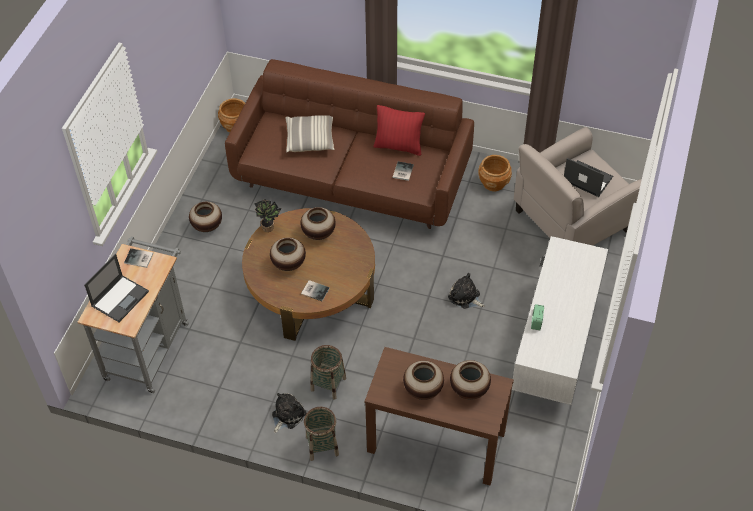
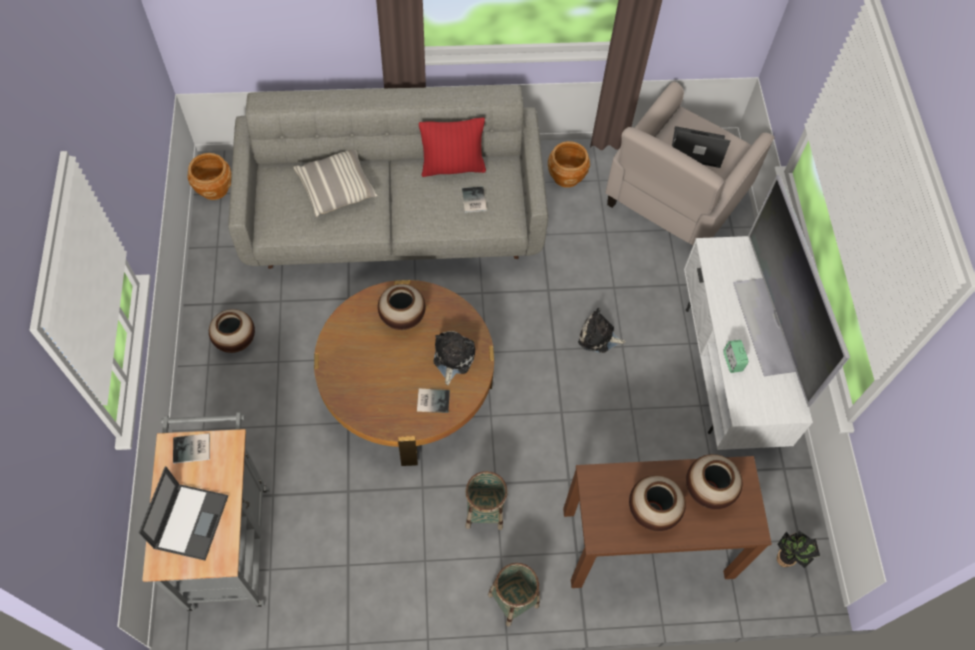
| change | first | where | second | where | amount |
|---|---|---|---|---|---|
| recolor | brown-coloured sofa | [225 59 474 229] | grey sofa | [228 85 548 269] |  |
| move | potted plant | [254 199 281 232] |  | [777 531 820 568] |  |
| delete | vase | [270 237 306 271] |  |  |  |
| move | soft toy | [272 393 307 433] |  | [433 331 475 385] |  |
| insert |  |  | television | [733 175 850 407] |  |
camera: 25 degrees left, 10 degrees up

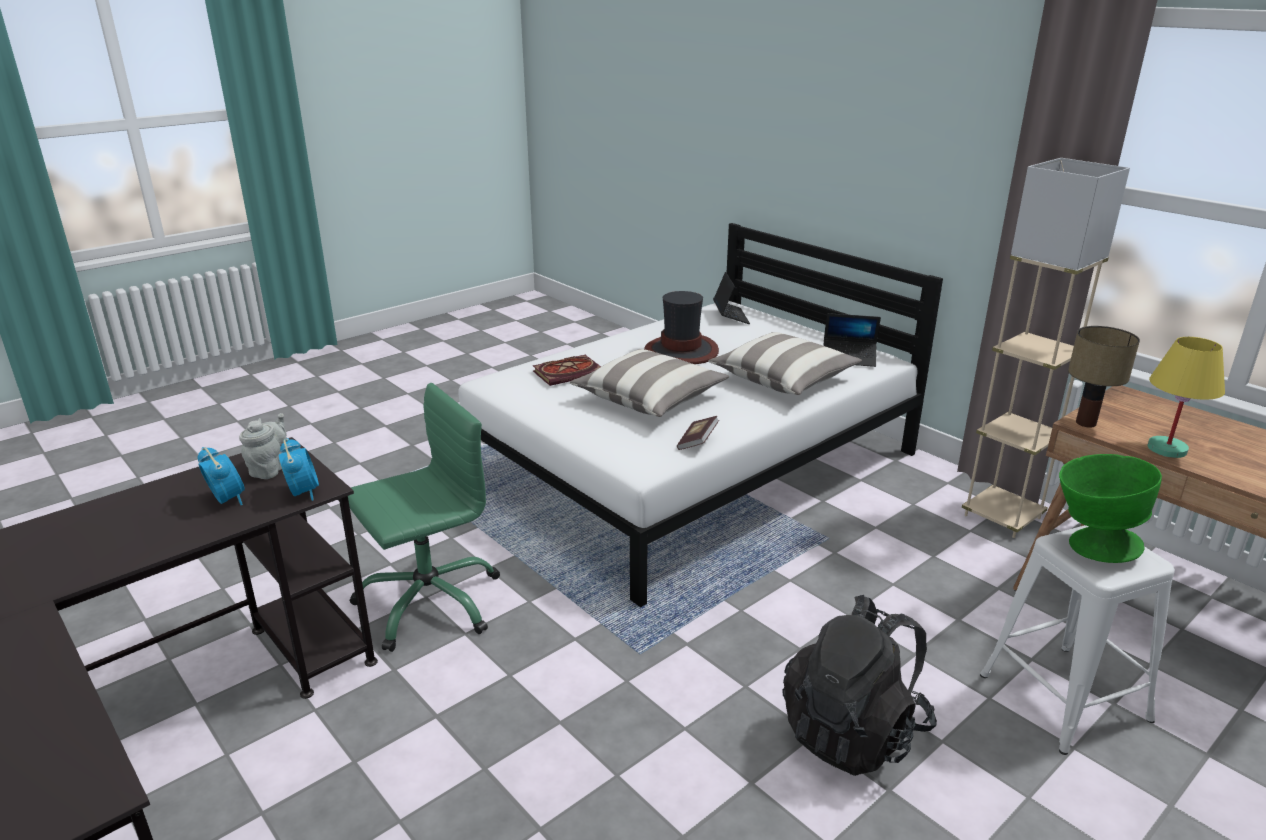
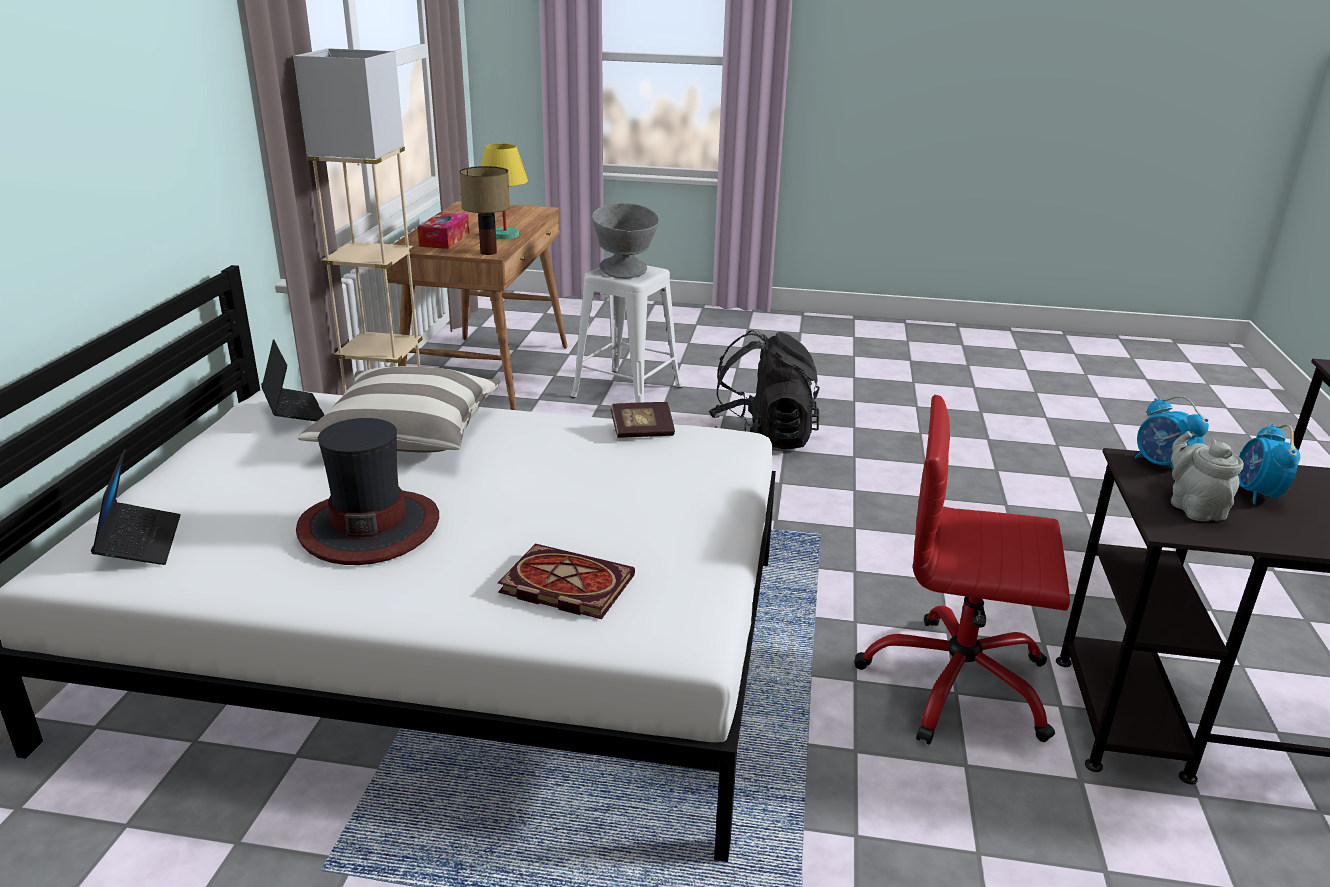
| change | first | where | second | where | amount |
|---|---|---|---|---|---|
| rotate | grey tea pot | [239 413 287 479] |  | [1171 431 1244 521] | 105 degrees clockwise |
| rotate | table clock | [279 438 319 501] |  | [1134 396 1209 471] | 60 degrees counterclockwise |
| recolor | green computer chair | [348 383 500 652] | reddish computer chair | [854 395 1070 745] |  |
| delete | cushion | [570 349 729 417] |  |  |  |
| rotate | notebook computer | [713 272 750 324] |  | [91 449 181 565] | 120 degrees clockwise |
| recolor | green bowl | [1059 454 1162 563] | grey bowl | [592 203 659 279] |  |
| insert |  |  | box of tissues | [417 212 469 249] |  |
camera: 130 degrees left, 0 degrees up

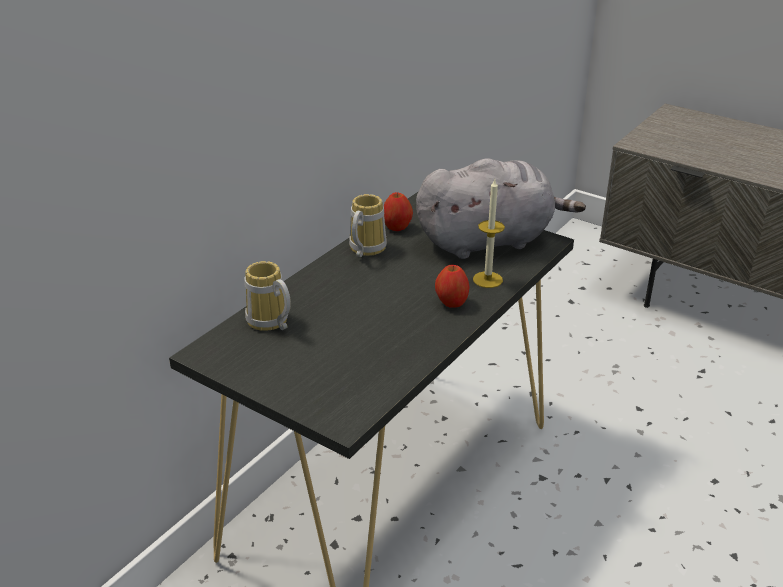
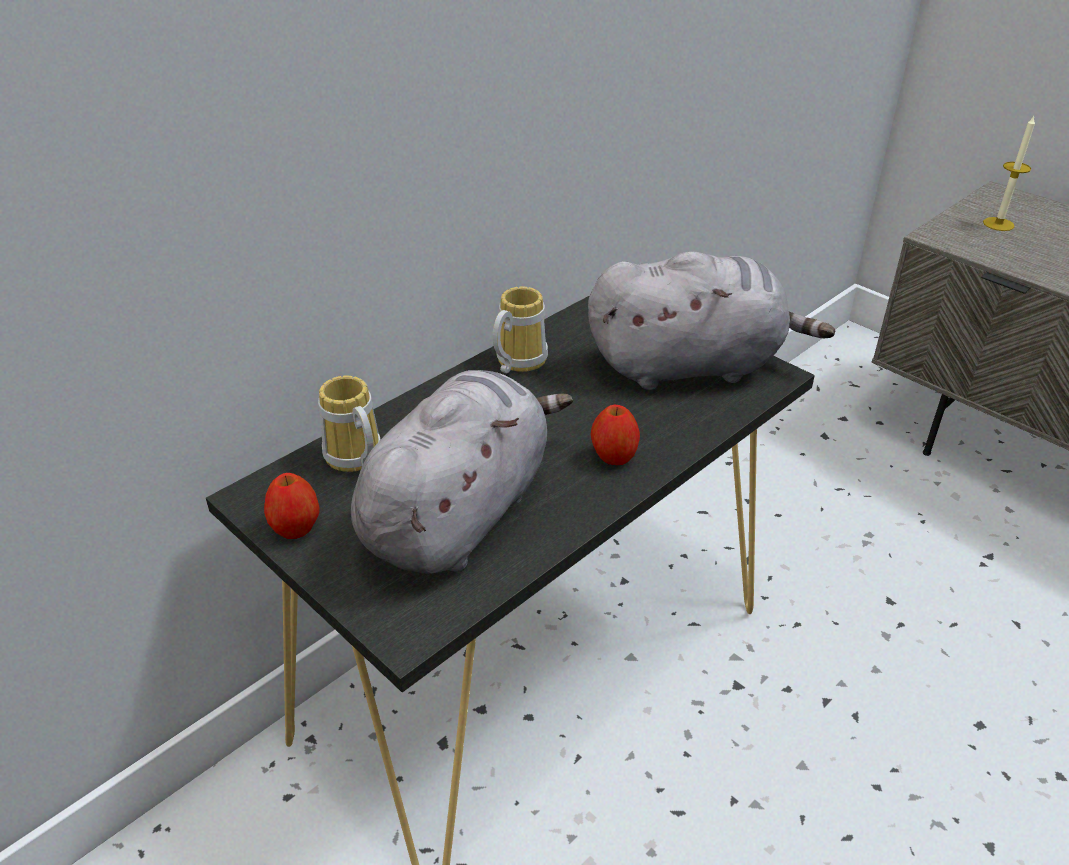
| change | first | where | second | where | amount |
|---|---|---|---|---|---|
| move | apple fruit | [384 192 413 231] |  | [264 473 319 539] |  |
| move | candle | [473 180 505 288] |  | [983 116 1035 231] |  |
| insert |  |  | grey soft toy | [351 370 573 574] |  |
camera: 10 degrees right, 5 degrees up

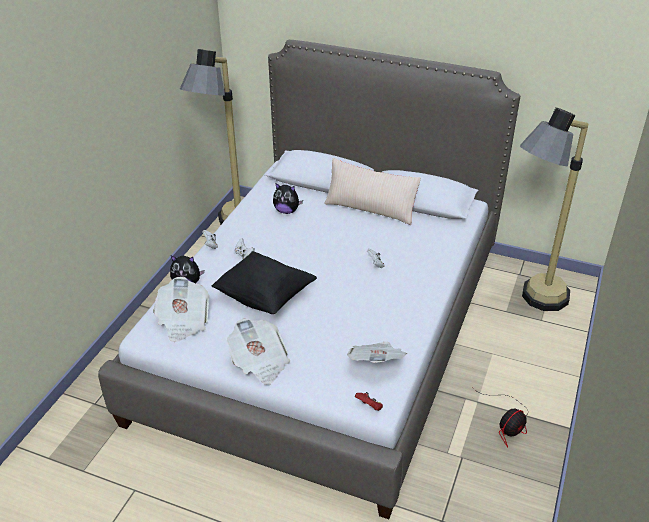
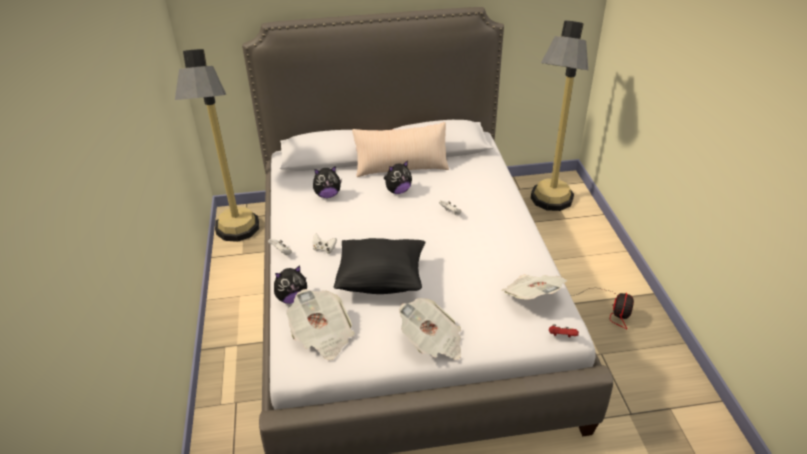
| change | first | where | second | where | amount |
|---|---|---|---|---|---|
| insert |  |  | soft toy | [384 160 412 194] |  |
camera: 30 degrees left, 0 degrees up

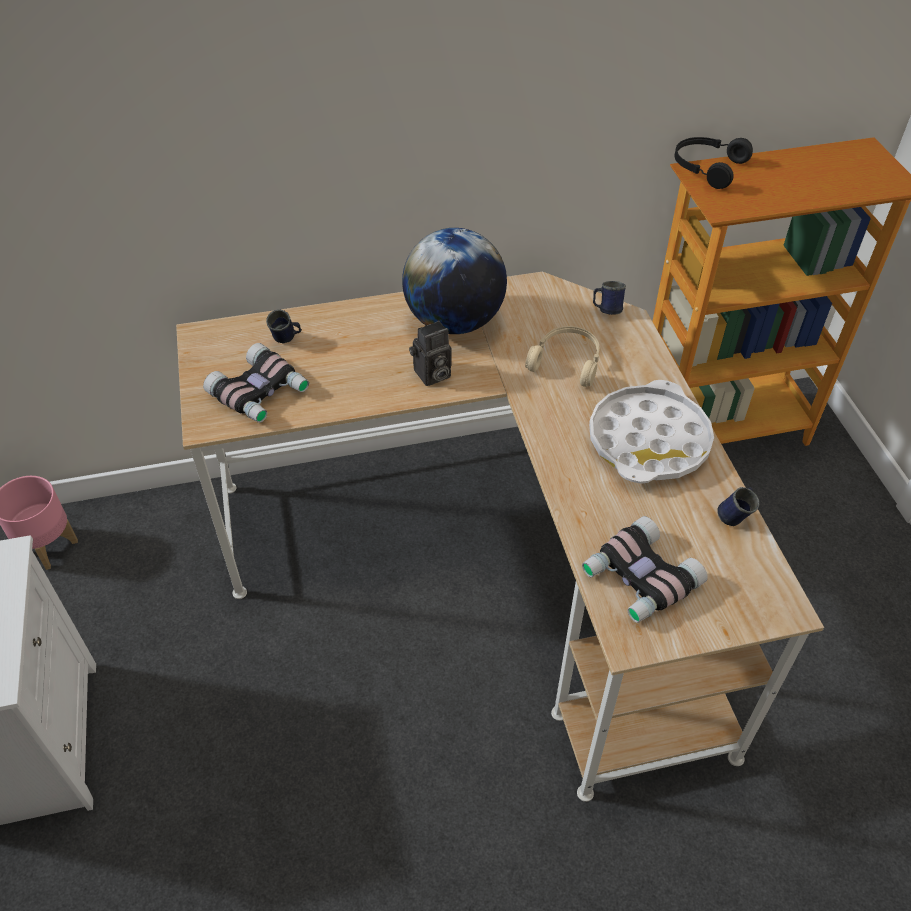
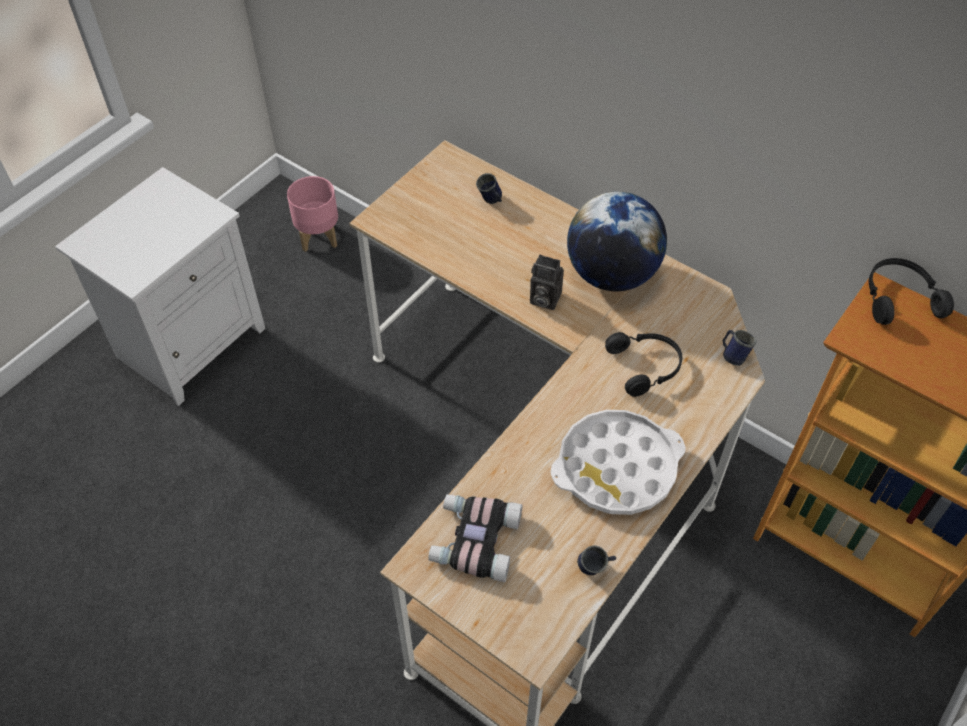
| change | first | where | second | where | amount |
|---|---|---|---|---|---|
| delete | field glasses | [203 343 309 423] |  |  |  |
| recolor | beige-coloured headset | [525 326 599 387] | blackish headset | [605 332 682 397] |  |
camera: 50 degrees right, 5 degrees up

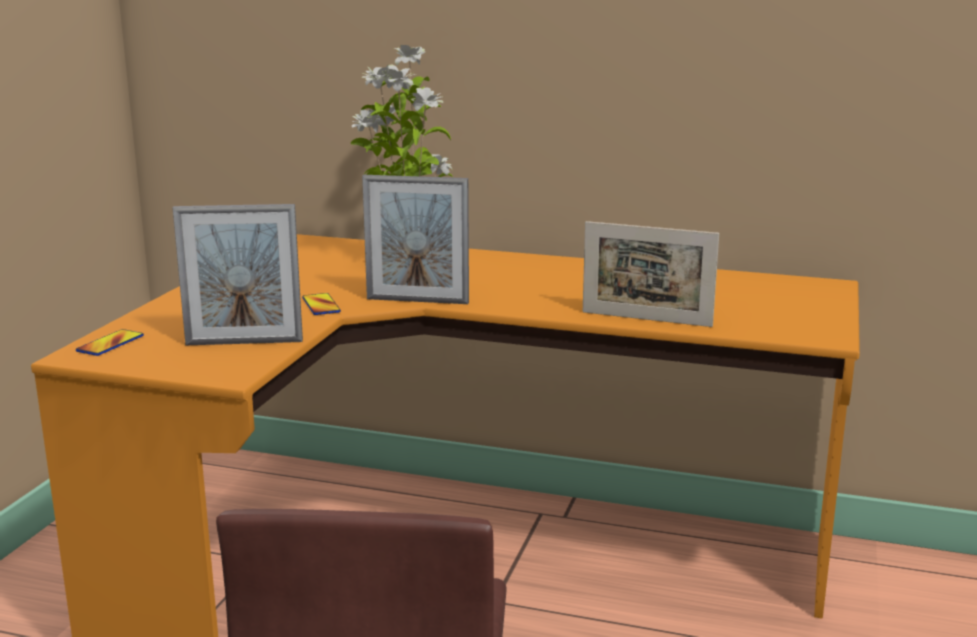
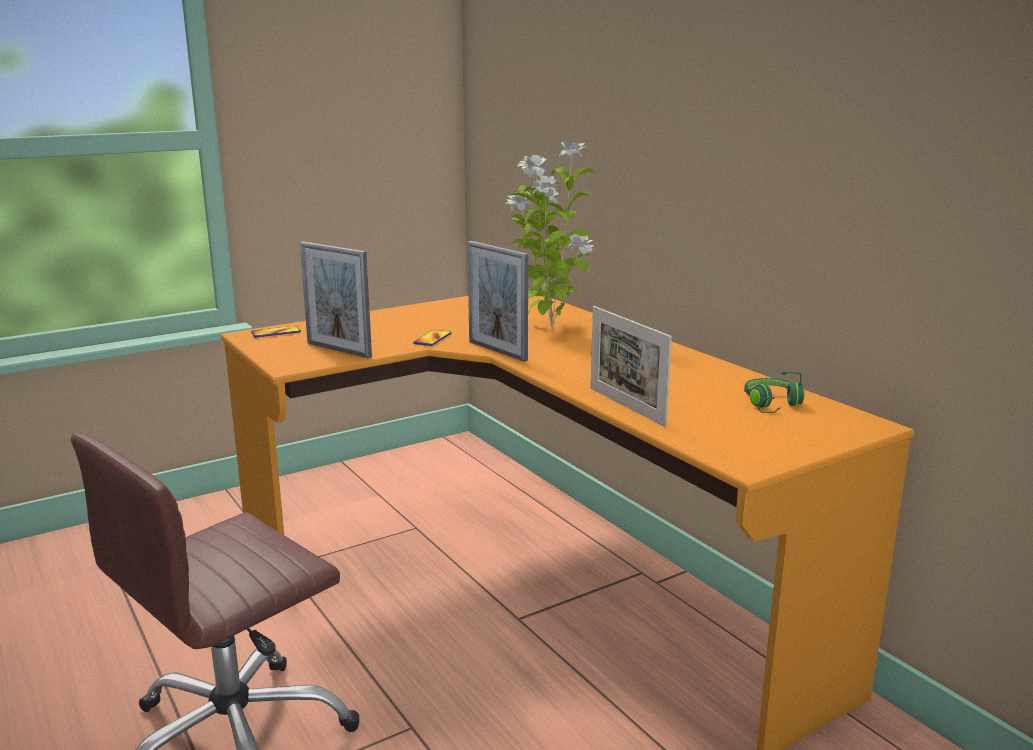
| change | first | where | second | where | amount |
|---|---|---|---|---|---|
| insert |  |  | green headset | [744 371 805 413] |  |
camera: 40 degrees right, 0 degrees up

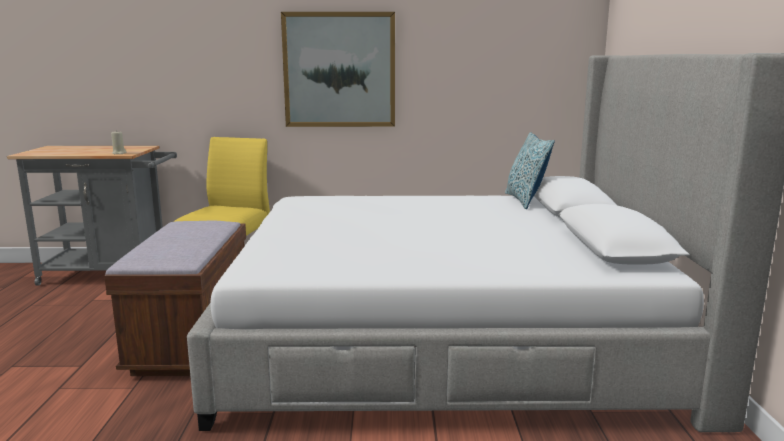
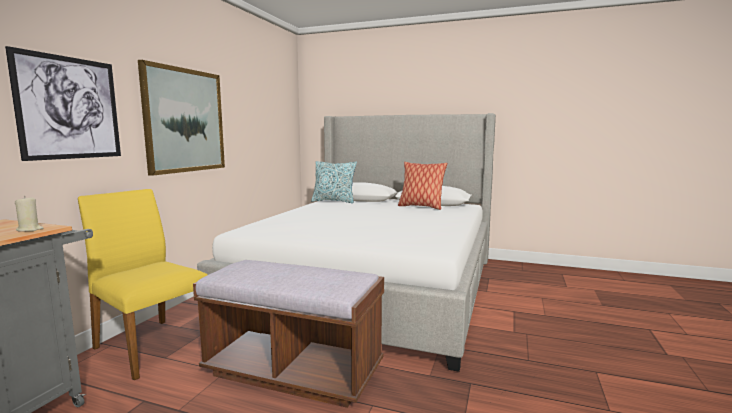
| change | first | where | second | where | amount |
|---|---|---|---|---|---|
| insert |  |  | wall art | [5 46 121 161] |  |
| insert |  |  | cushion | [398 162 447 210] |  |
camera: 70 degrees left, 5 degrees down

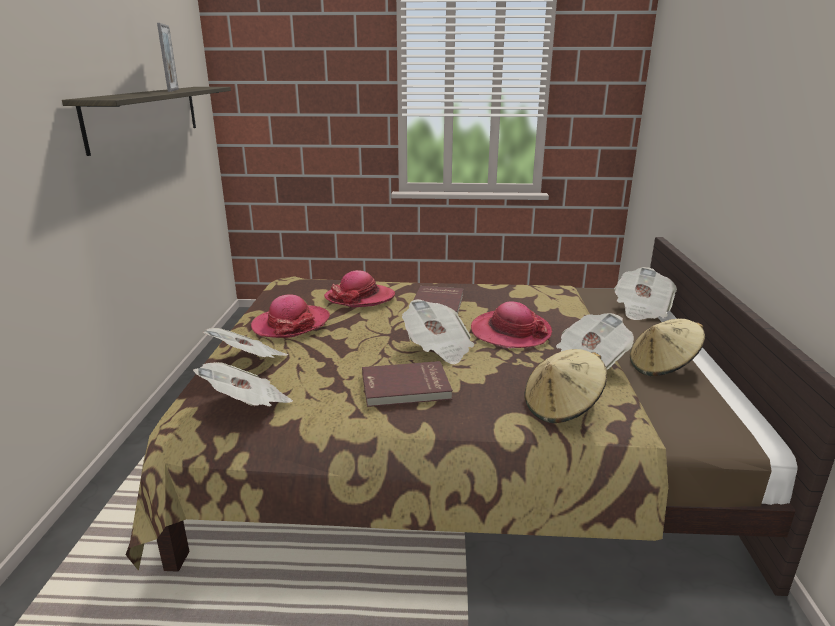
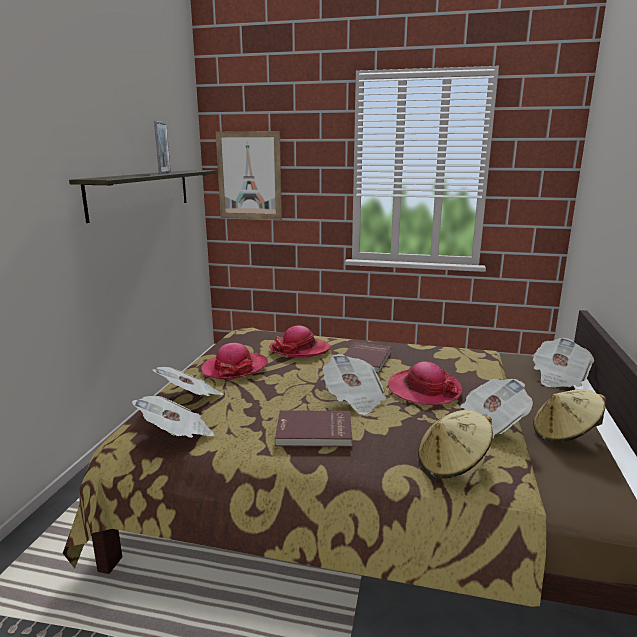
| change | first | where | second | where | amount |
|---|---|---|---|---|---|
| insert |  |  | wall art | [216 131 282 220] |  |
camera: 10 degrees right, 5 degrees down

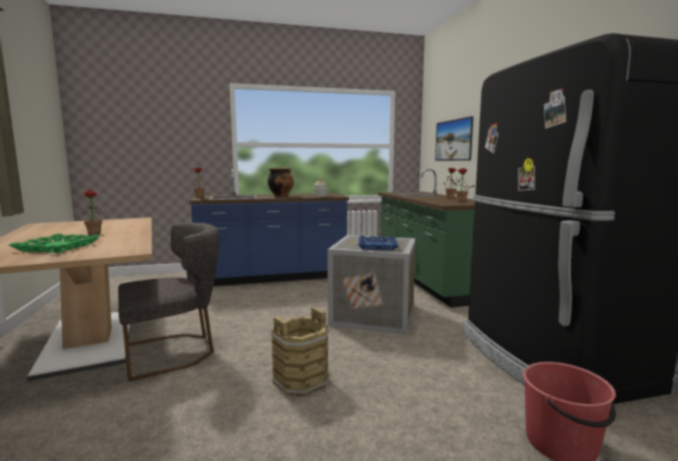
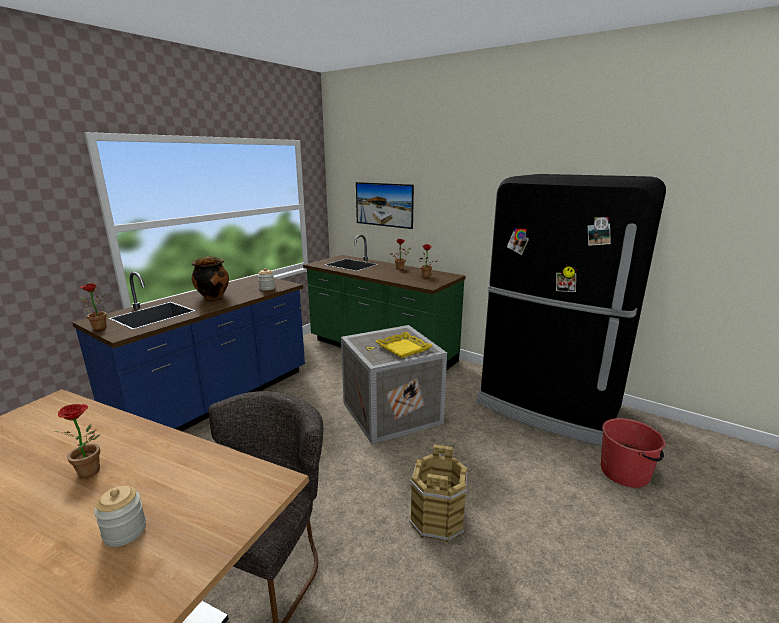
| change | first | where | second | where | amount |
|---|---|---|---|---|---|
| replace | green tray | [9 234 100 253] | storage jar | [94 486 146 547] |  |
| recolor | blue-coloured tray | [358 236 399 250] | yellowish tray | [375 332 433 358] |  |
camera: 40 degrees left, 10 degrees up

